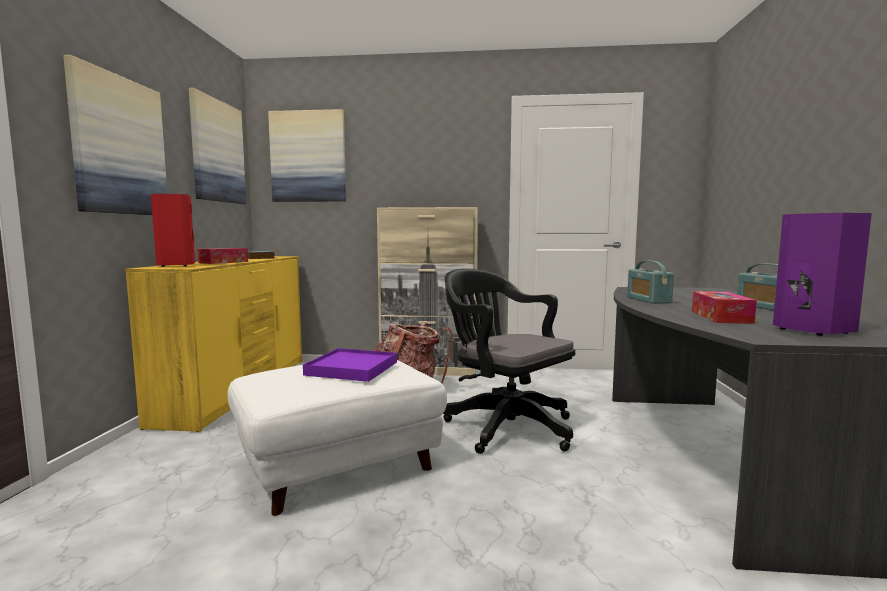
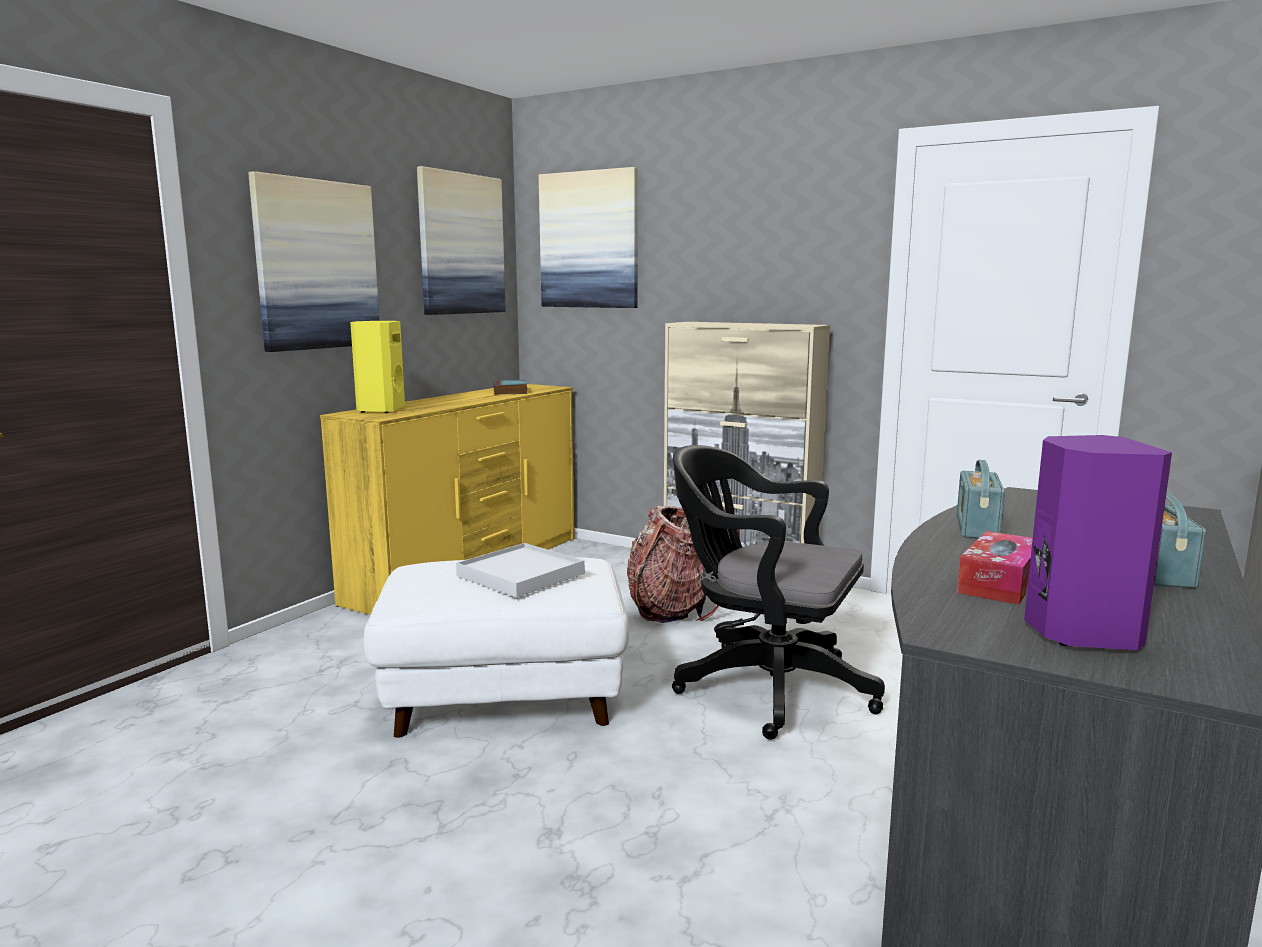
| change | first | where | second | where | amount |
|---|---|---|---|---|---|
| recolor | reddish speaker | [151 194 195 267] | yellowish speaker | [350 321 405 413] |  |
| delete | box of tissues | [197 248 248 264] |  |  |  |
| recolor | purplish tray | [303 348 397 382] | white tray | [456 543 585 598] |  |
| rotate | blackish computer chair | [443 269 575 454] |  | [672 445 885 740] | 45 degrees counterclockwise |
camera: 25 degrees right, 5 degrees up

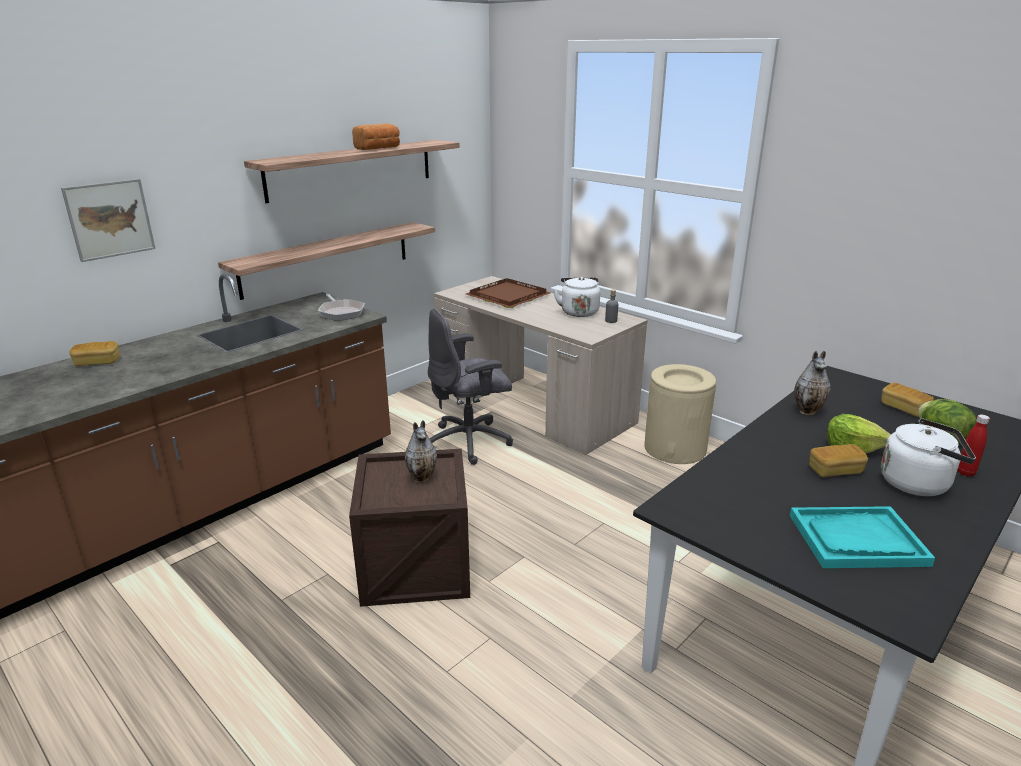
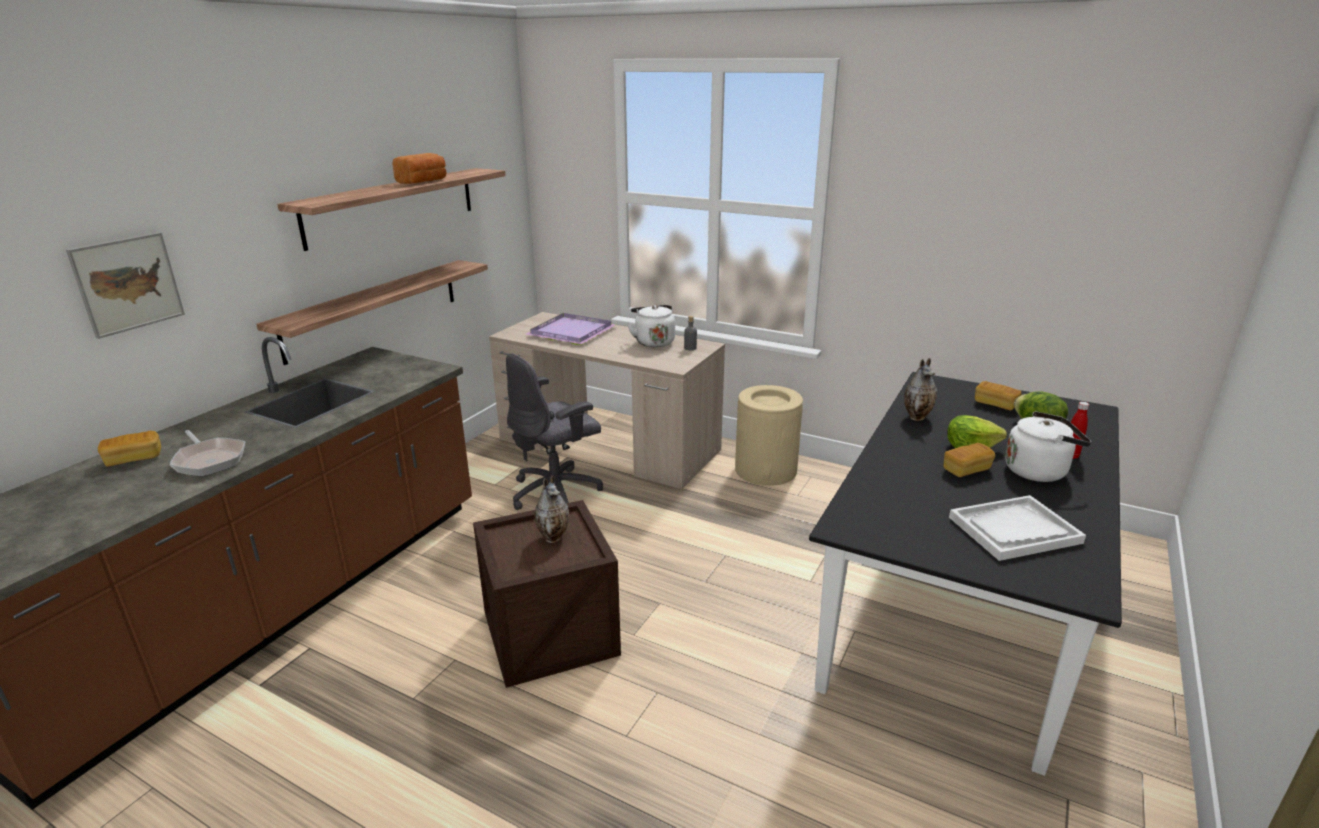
| change | first | where | second | where | amount |
|---|---|---|---|---|---|
| move | skillet | [318 294 365 321] |  | [170 430 245 476] |  |
| recolor | brown-coloured tray | [466 278 550 308] | purplish tray | [526 313 617 345] |  |
| recolor | turquoise tray | [790 506 935 568] | white tray | [949 495 1086 561] |  |
camera: 15 degrees left, 0 degrees up

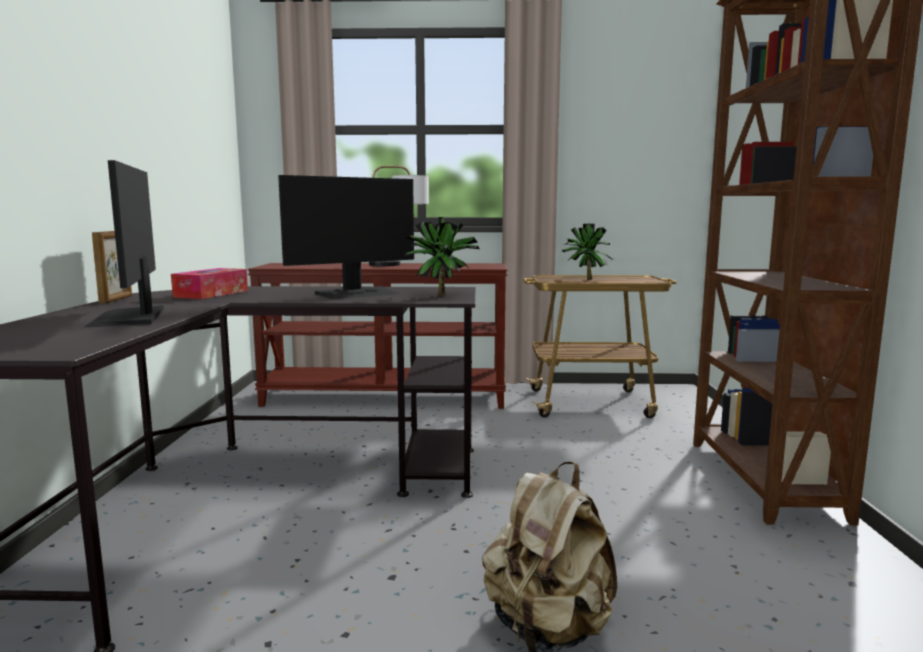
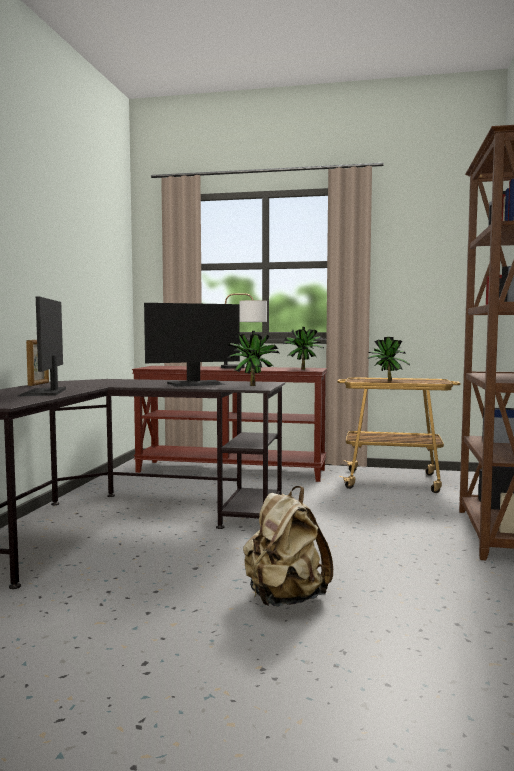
| change | first | where | second | where | amount |
|---|---|---|---|---|---|
| delete | box of tissues | [171 268 248 299] |  |  |  |
| insert |  |  | potted plant | [283 327 324 370] |  |
camera: 10 degrees right, 5 degrees down

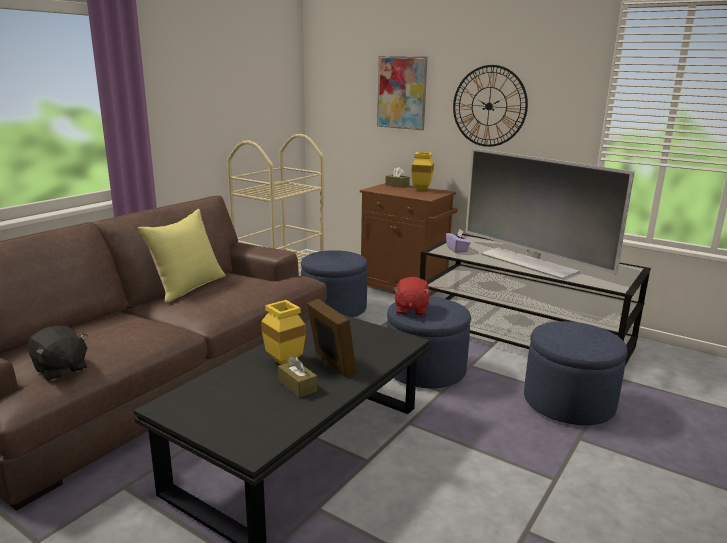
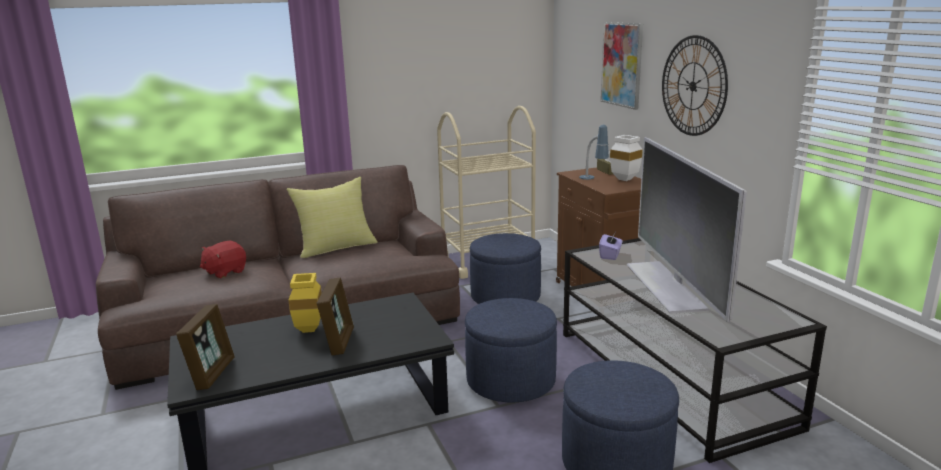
| change | first | where | second | where | amount |
|---|---|---|---|---|---|
| delete | blackish soft toy | [28 326 88 381] |  |  |  |
| delete | brown-coloured box of tissues | [278 356 317 398] |  |  |  |
| move | reddish soft toy | [393 277 431 316] |  | [200 241 246 279] |  |
| recolor | yellowish vase | [412 152 434 191] | white vase | [610 135 643 181] |  |
| insert |  |  | photo frame | [176 304 235 390] |  |
| insert |  |  | lamp for a table | [579 125 609 180] |  |
camera: 35 degrees right, 0 degrees up

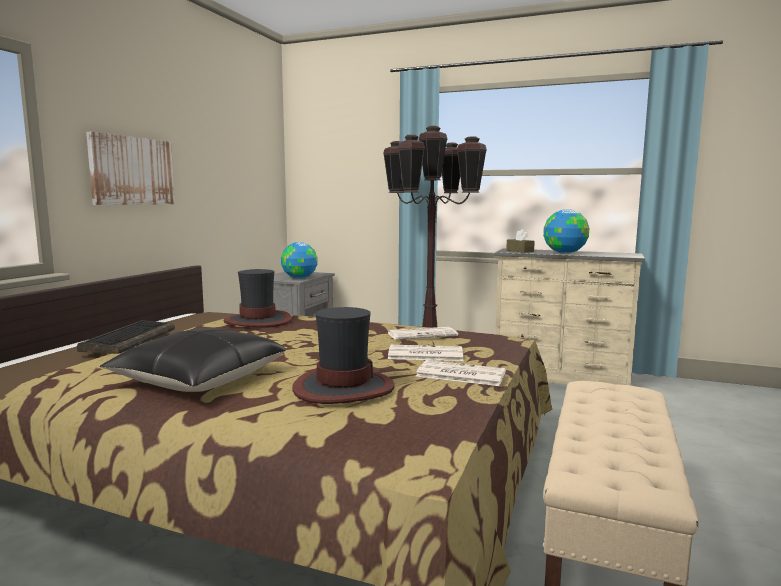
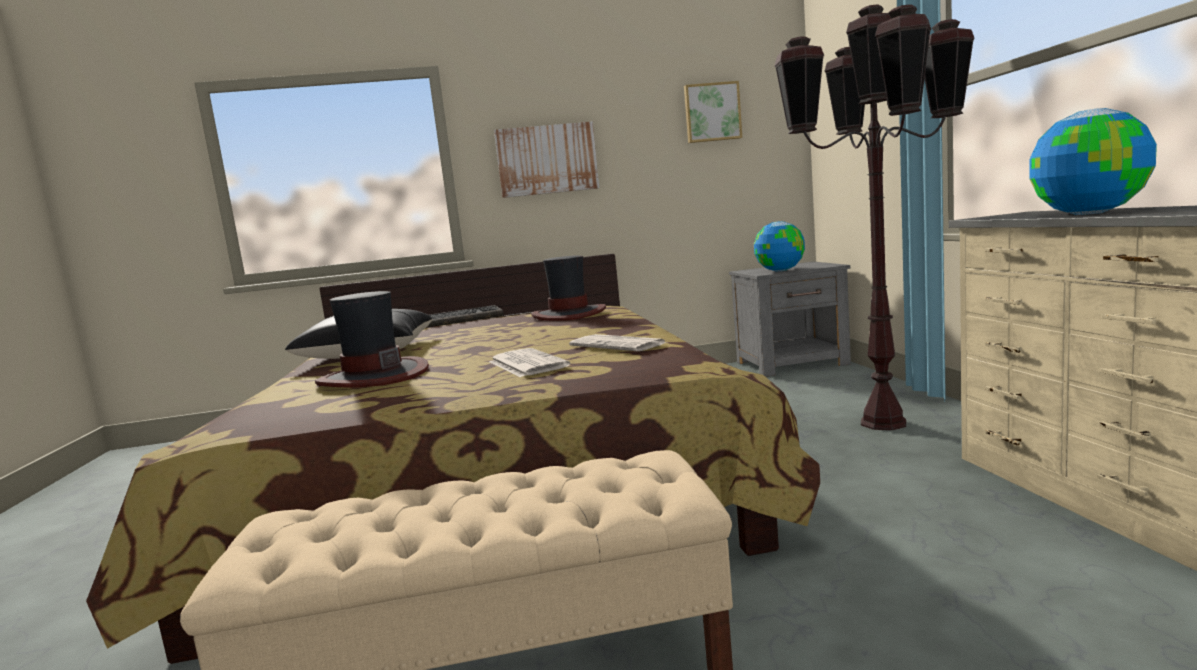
| change | first | where | second | where | amount |
|---|---|---|---|---|---|
| delete | printed paper | [416 360 506 386] |  |  |  |
| delete | brown-coloured box of tissues | [506 229 535 253] |  |  |  |
| insert |  |  | wall art | [684 81 742 143] |  |
camera: 60 degrees right, 0 degrees up

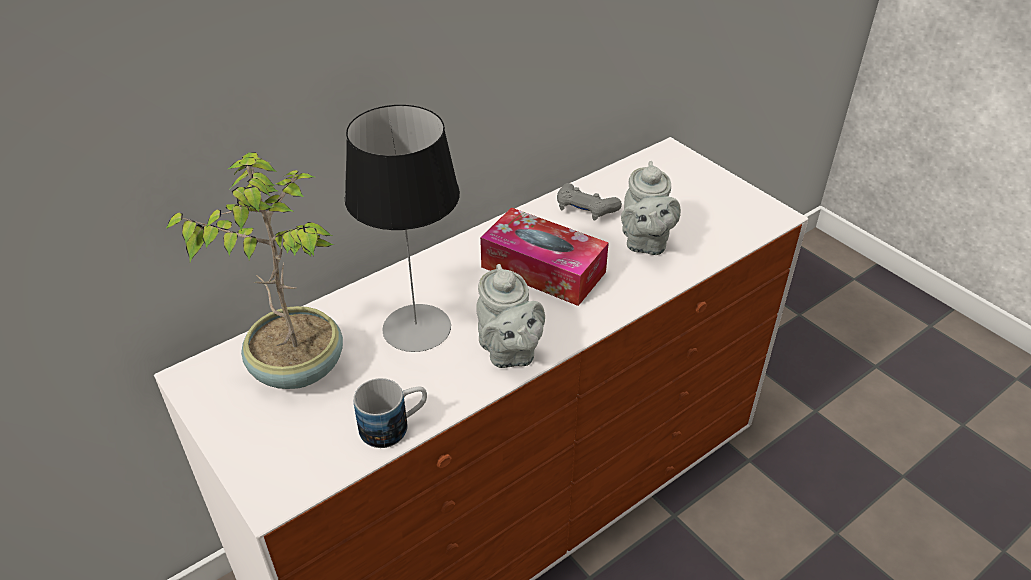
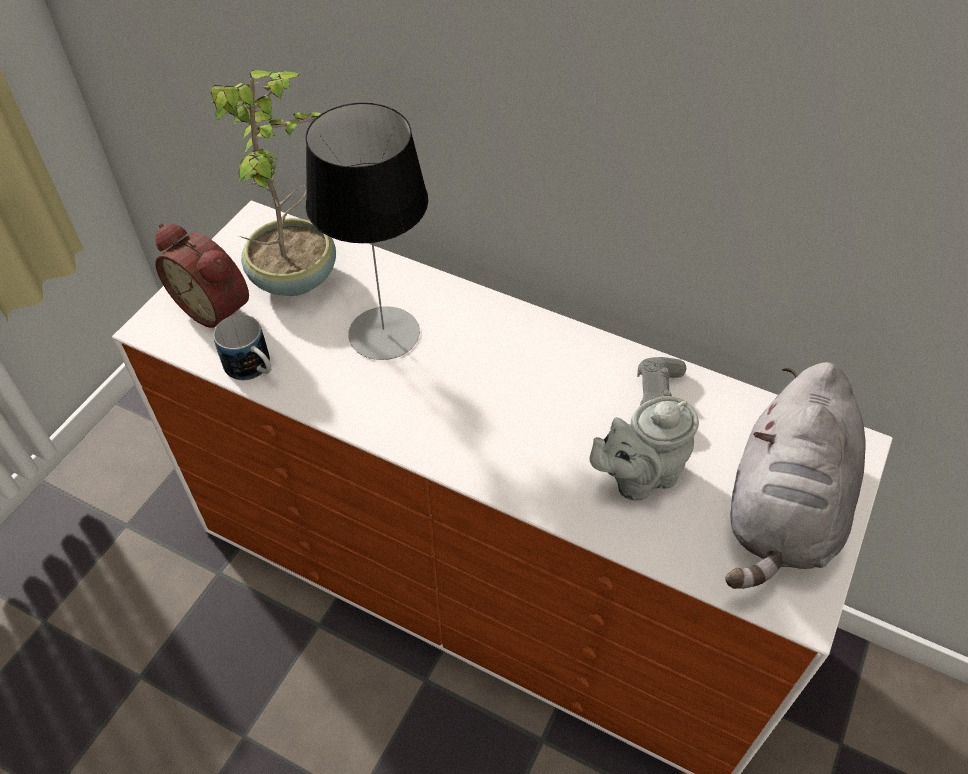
| change | first | where | second | where | amount |
|---|---|---|---|---|---|
| delete | grey tea pot | [476 264 545 368] |  |  |  |
| delete | box of tissues | [480 207 609 306] |  |  |  |
| insert |  |  | table clock | [155 223 249 328] |  |
| insert |  |  | grey soft toy | [725 362 865 589] |  |
camera: 65 degrees right, 10 degrees up

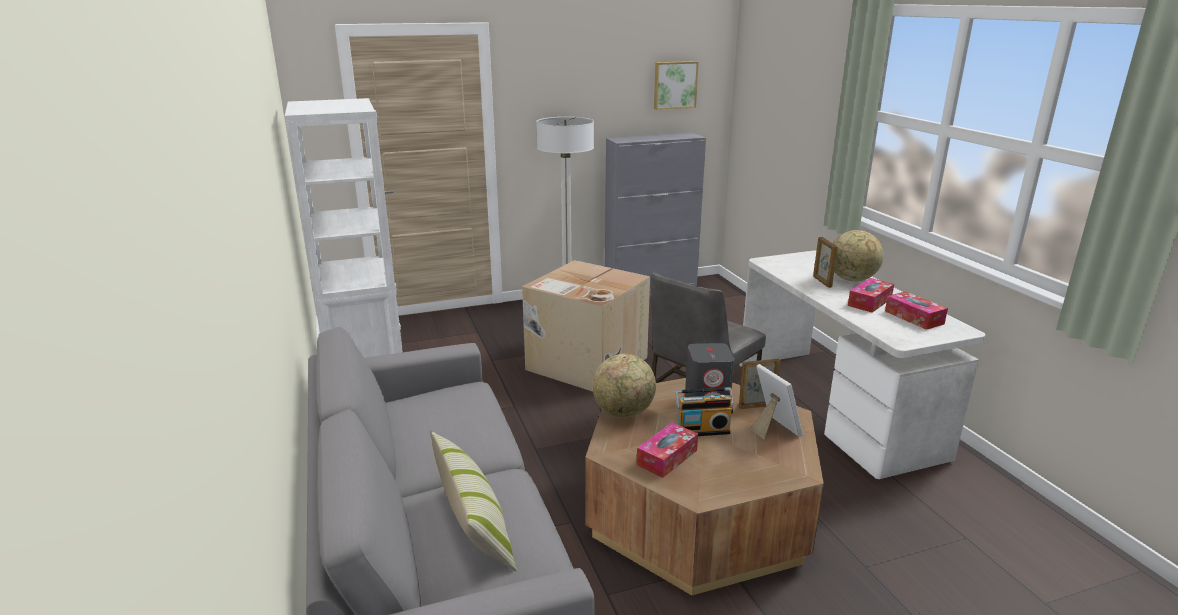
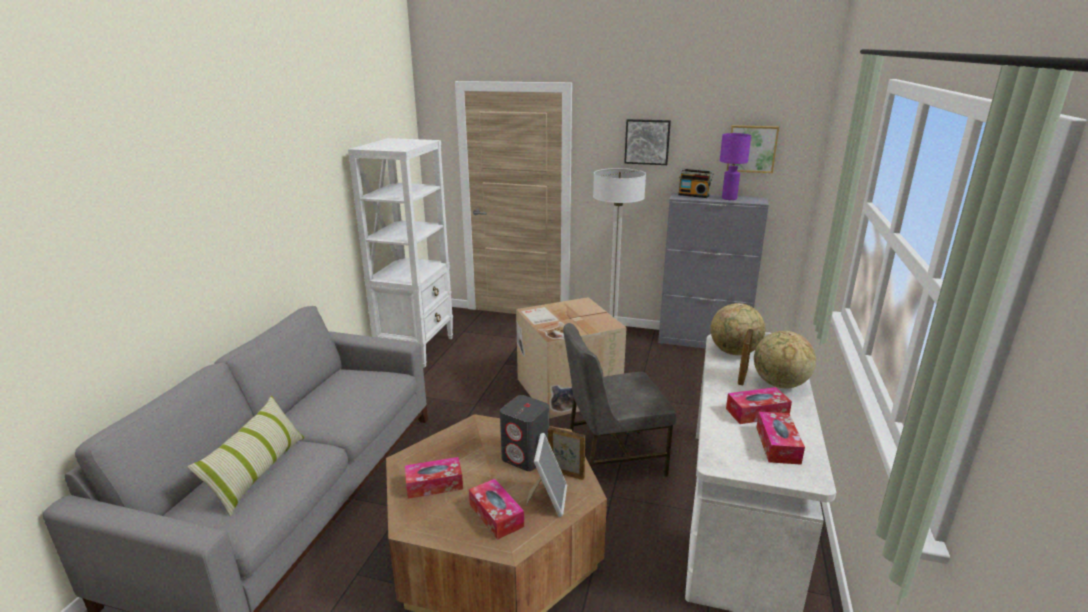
| change | first | where | second | where | amount |
|---|---|---|---|---|---|
| move | desk globe | [592 354 656 418] |  | [711 303 765 355] |  |
| move | radio receiver | [675 387 734 436] |  | [678 169 714 198] |  |
| insert |  |  | box of tissues | [469 479 524 540] |  |
| insert |  |  | wall art | [624 119 671 165] |  |
| insert |  |  | purplish lamp for a table | [720 133 751 200] |  |
camera: 35 degrees right, 0 degrees up

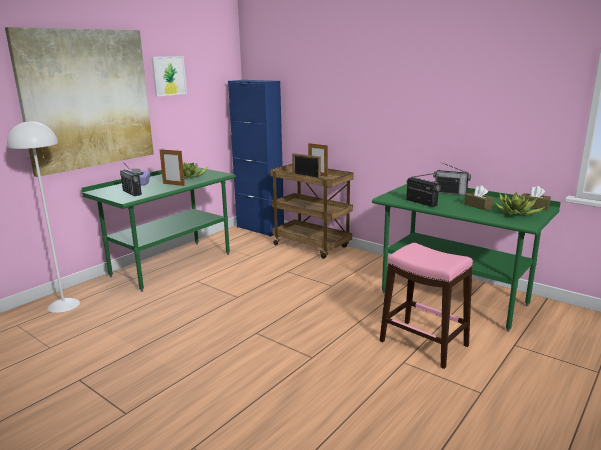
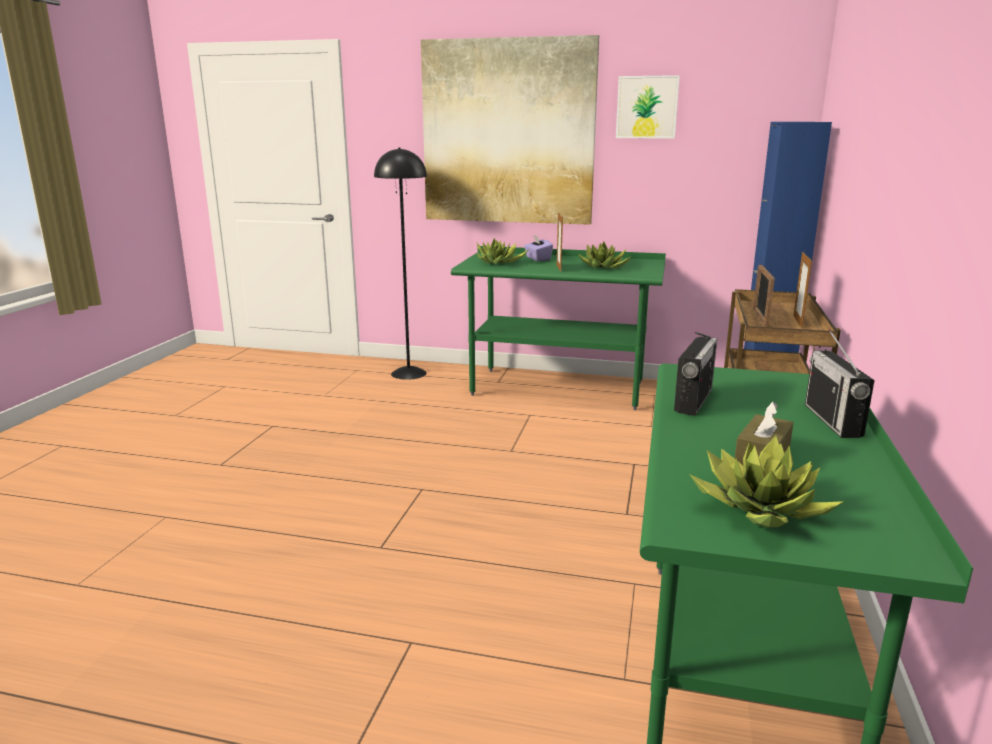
| change | first | where | second | where | amount |
|---|---|---|---|---|---|
| recolor | white standard lamp | [7 120 80 313] | blackish standard lamp | [374 147 427 380] |  |
| replace | radio receiver | [120 162 142 196] | potted plant | [477 238 528 264] |  |
| delete | pink stool seat | [380 243 473 369] |  |  |  |
| delete | brown-coloured box of tissues | [523 186 551 210] |  |  |  |
camera: 65 degrees right, 0 degrees up

